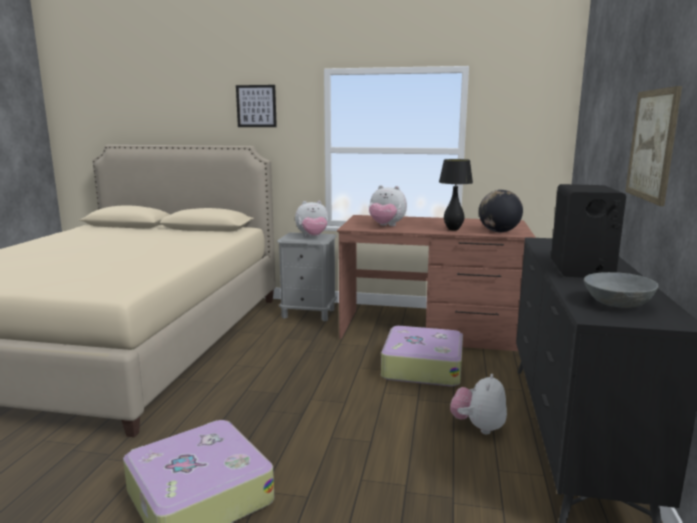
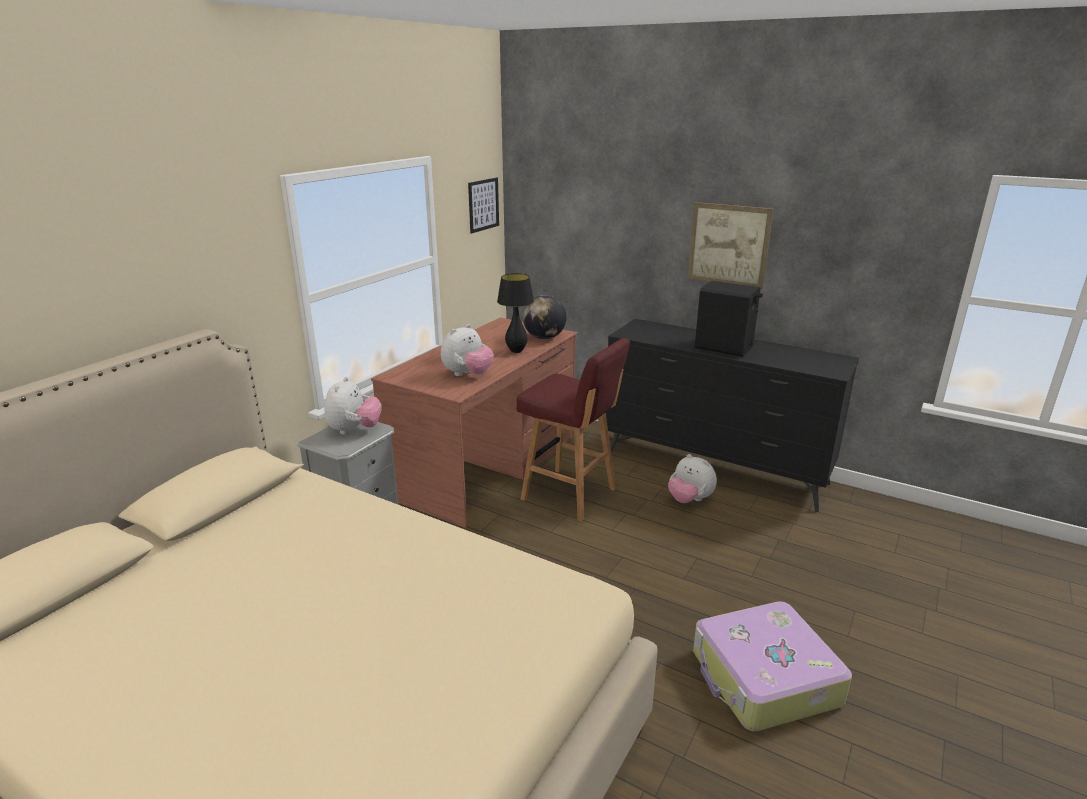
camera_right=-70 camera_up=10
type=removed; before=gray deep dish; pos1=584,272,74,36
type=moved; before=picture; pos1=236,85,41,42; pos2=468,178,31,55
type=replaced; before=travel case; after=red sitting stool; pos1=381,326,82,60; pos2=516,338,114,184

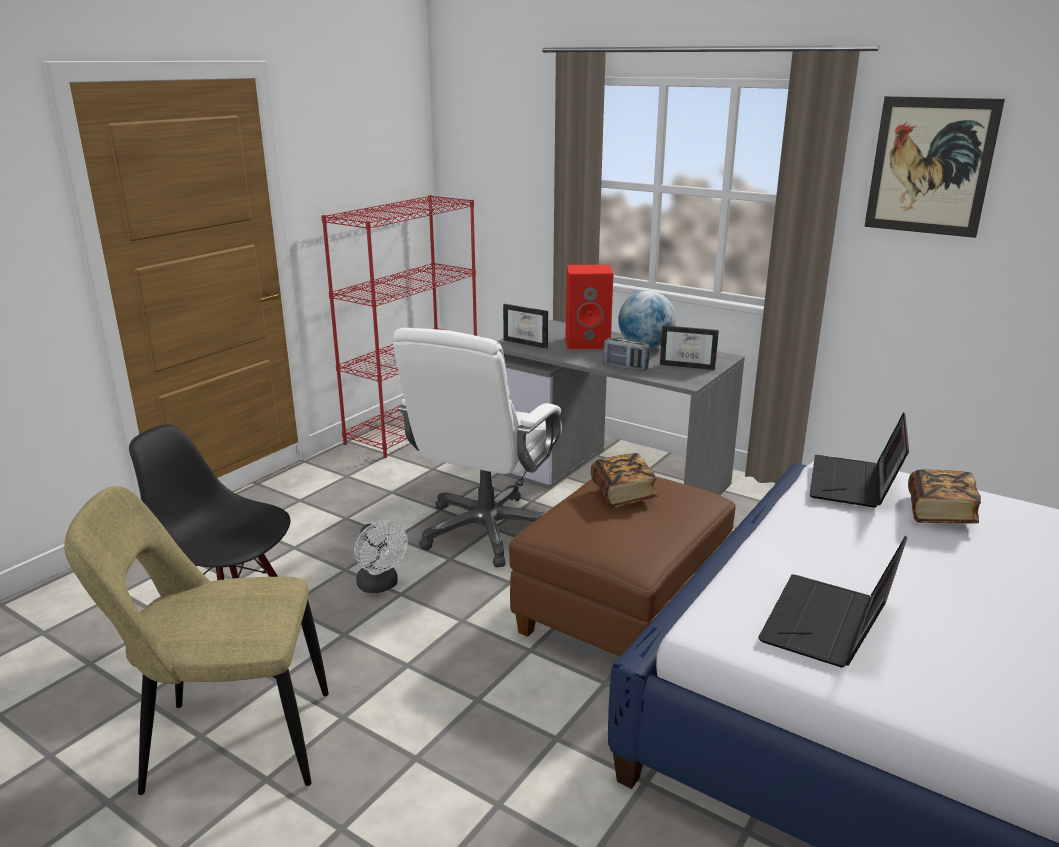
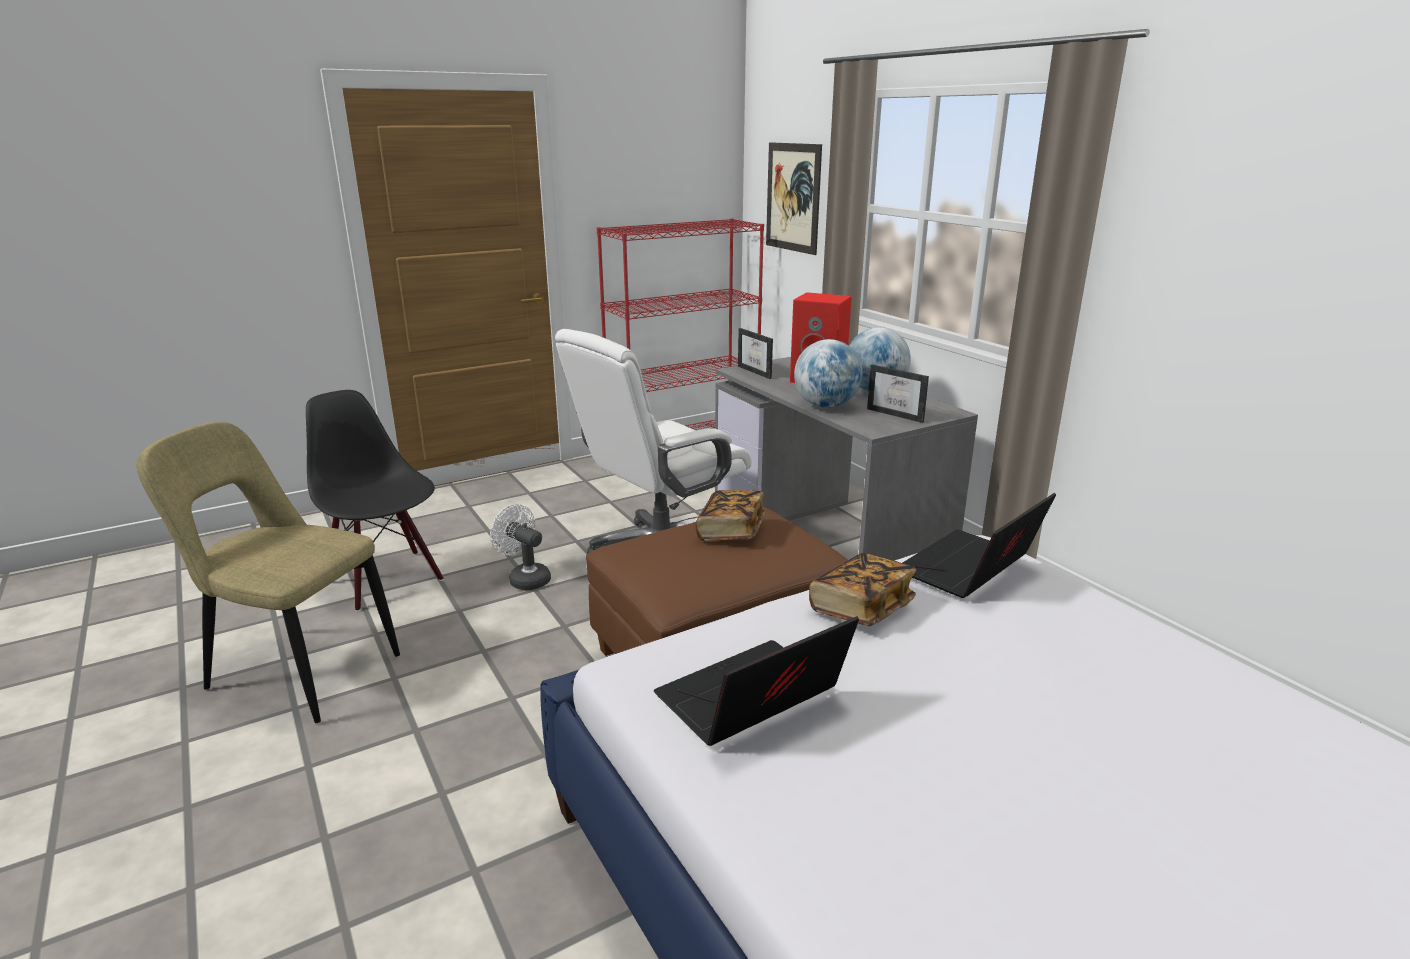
camera_right=25 camera_up=0
type=moved; before=picture; pos1=864,96,141,142; pos2=766,142,56,113
type=moved; before=bound book; pos1=908,469,73,54; pos2=809,553,107,73
type=replaced; before=radio receiver; after=globe; pos1=603,338,47,33; pos2=794,339,69,69
type=turned; before=white cooling fan; pos1=355,521,53,72; pos2=490,504,61,86; turn=135

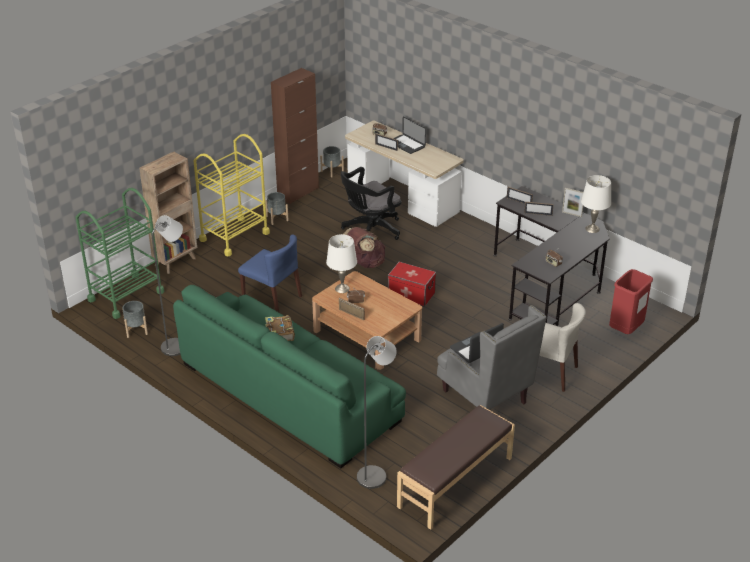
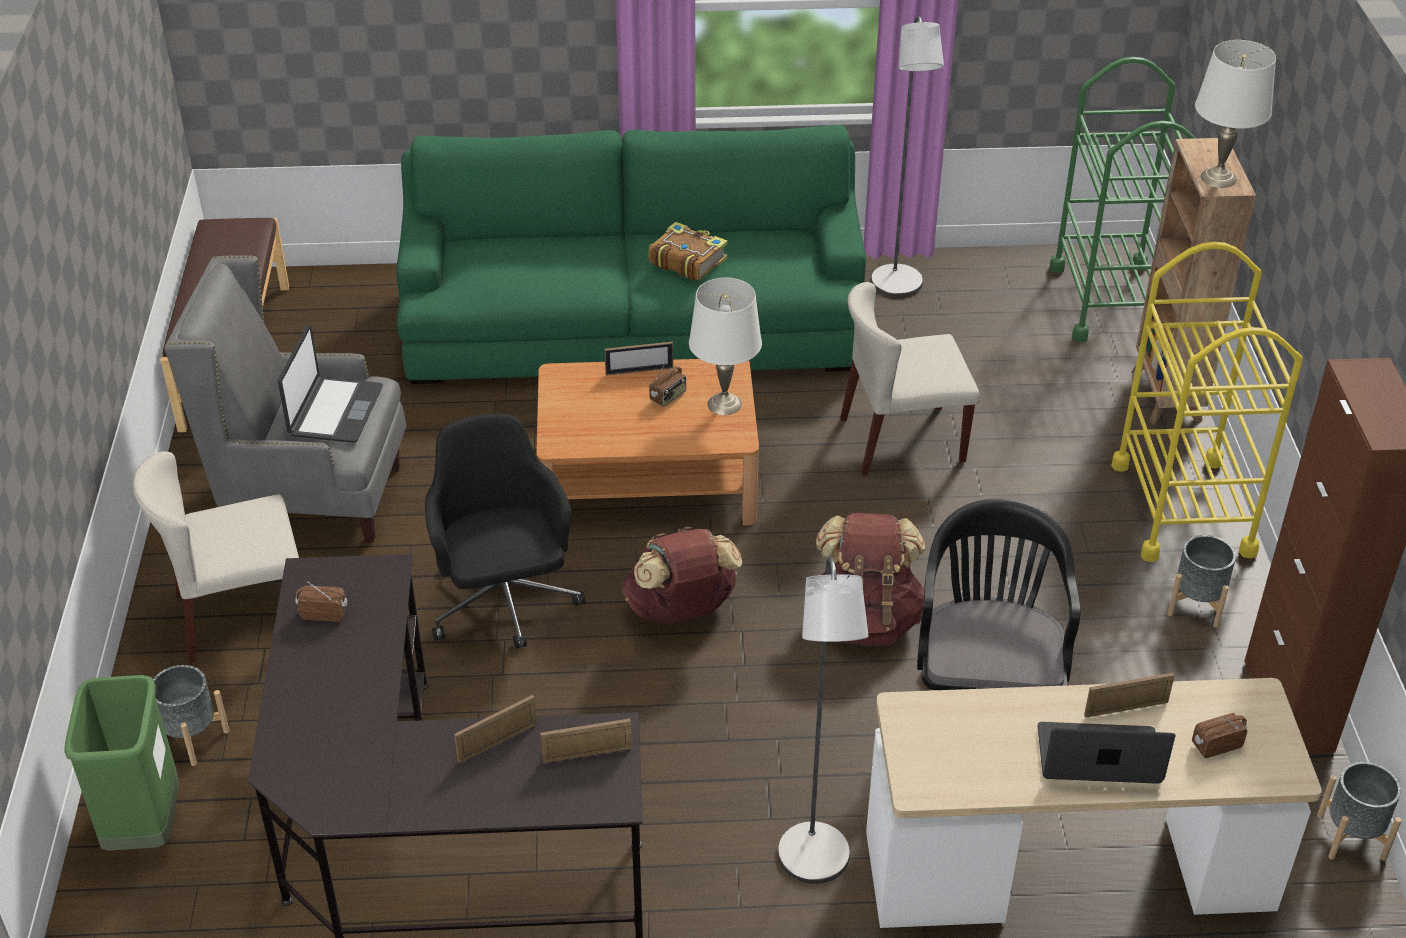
camera_right=135 camera_up=5
type=removed; before=photo frame; pos1=562,188,21,29
type=added; after=black-coloured office chair; pos2=425,413,160,236
type=moved; before=gray flower pot; pos1=122,301,26,37; pos2=153,665,77,101
type=moved; before=gray standing lamp; pos1=357,336,40,153; pos2=778,556,90,328
type=moved; before=white lamp for a table; pos1=581,175,30,58; pos2=1195,40,81,148
type=replaced; before=storage container; after=brownish knapsack; pos1=388,261,48,46; pos2=622,526,121,99
type=recoloured; before=bluish plain chair; after=sand-coloured plain chair; pos1=238,235,64,77; pos2=840,282,140,194
type=recoloured; before=red trash can; after=greenish trash can; pos1=609,269,44,65; pos2=64,675,115,176

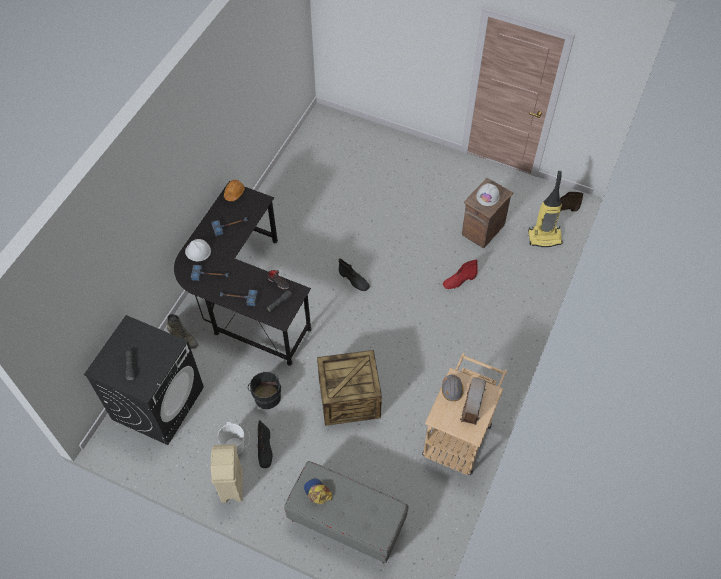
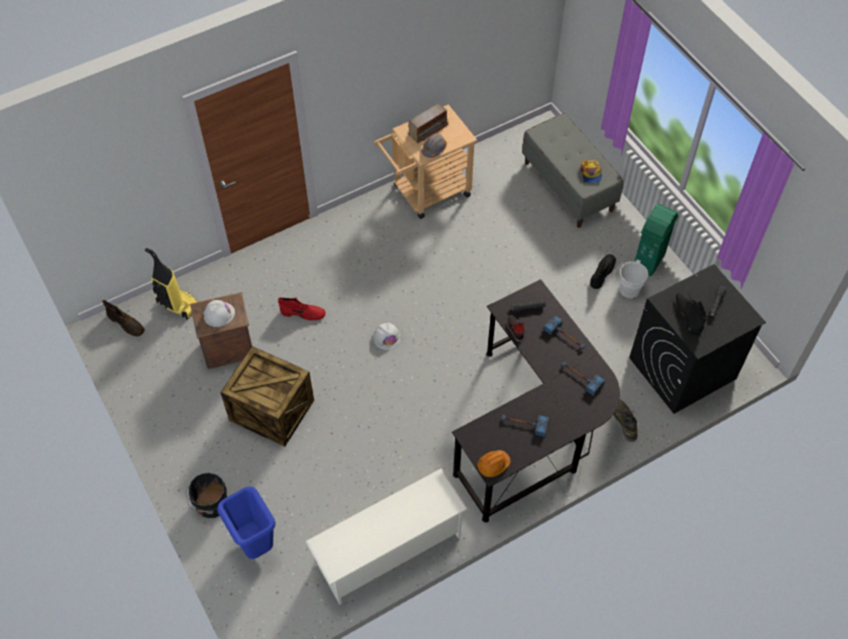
camera_right=-145 camera_up=0
type=added; after=bluish trash can; pos2=217,486,59,73
type=added; after=white shoe rack; pos2=305,468,163,137
type=moved; before=white safety helmet; pos1=185,239,26,22; pos2=373,323,28,27
type=moved; before=black-coloured bucket; pos1=248,372,33,37; pos2=186,473,41,45
type=moved; before=crate; pos1=317,350,65,76; pos2=220,346,94,101
type=moved; before=black-coloured boot; pos1=339,258,31,33; pos2=676,291,31,45
type=recoloured; before=sand-coloured trash can; after=greenish trash can; pos1=211,444,32,59; pos2=634,204,45,72

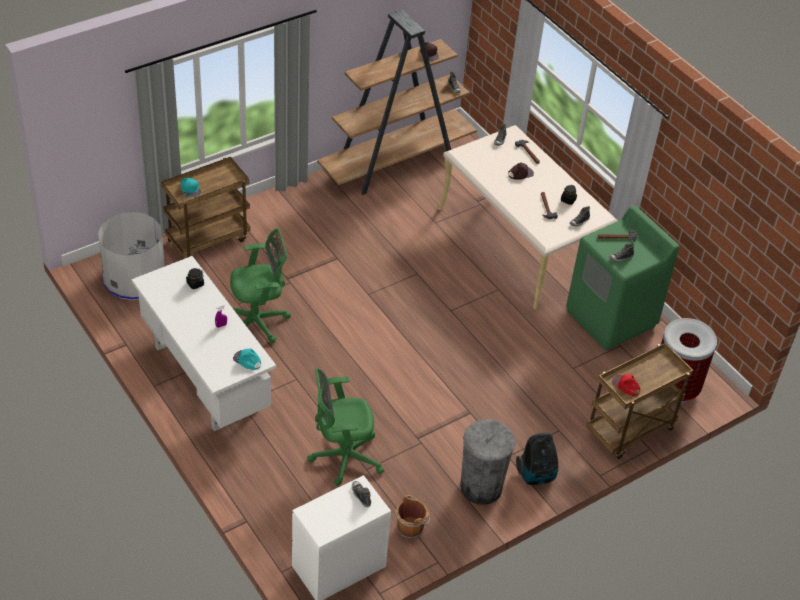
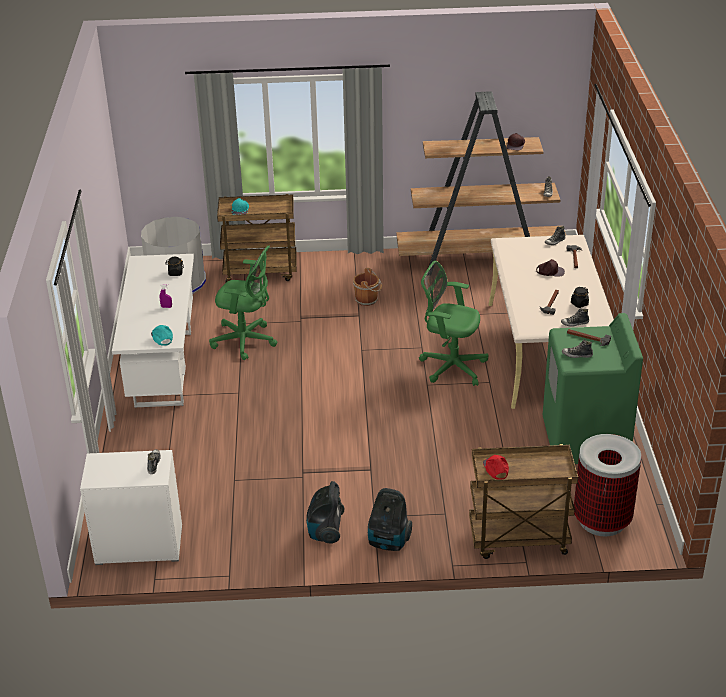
camera_right=35 camera_up=-10
type=moved; before=greenish office chair; pos1=307,368,77,118; pos2=419,261,69,125
type=moved; before=brownish bucket; pos1=395,495,35,44; pos2=353,268,29,38
type=replaced; before=gray trash can; after=hoover; pos1=460,419,56,86; pos2=306,481,38,63

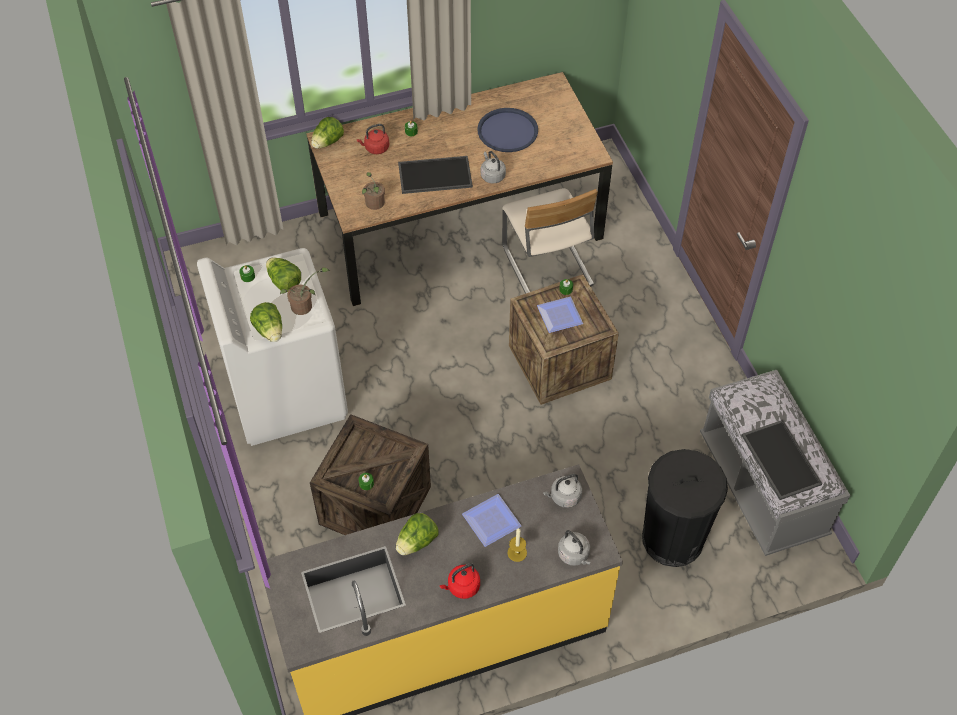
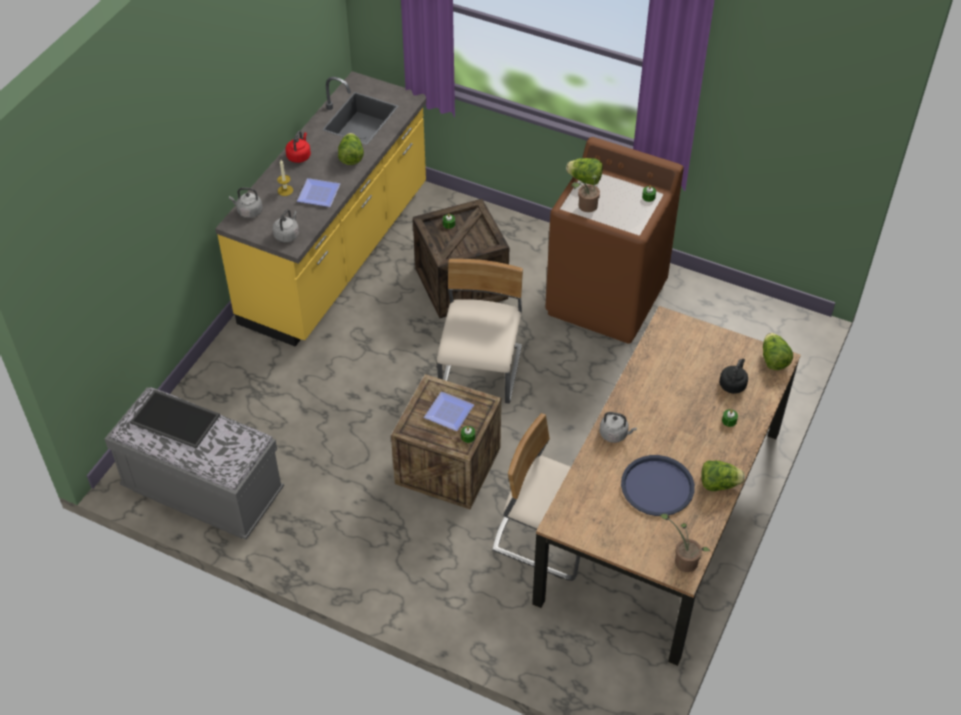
camera_right=135 camera_up=-5
type=removed; before=serving tray; pos1=398,156,75,38
type=removed; before=black-coloured trash can; pos1=642,449,86,118
type=added; after=sand-coloured plain chair; pos2=437,259,86,145
type=moved; before=lettuce; pos1=266,257,35,35; pos2=701,460,44,31
type=moved; before=plant in a pot; pos1=362,172,23,38; pos2=659,514,51,58
type=recoloured; before=white laundry appliance; after=brownish laundry appliance; pos1=197,248,151,198; pos2=545,137,139,207
type=recoloured; before=red tea kettle; after=black-coloured tea kettle; pos1=357,124,32,30; pos2=719,359,29,35

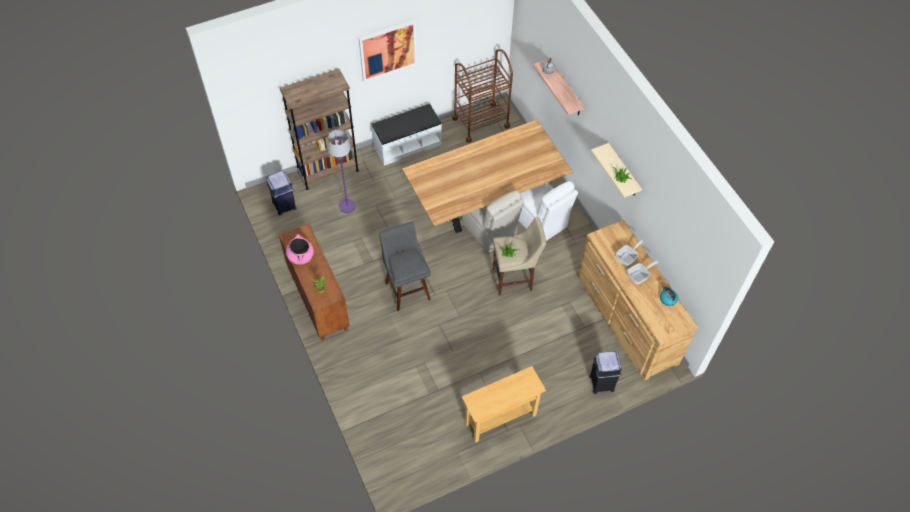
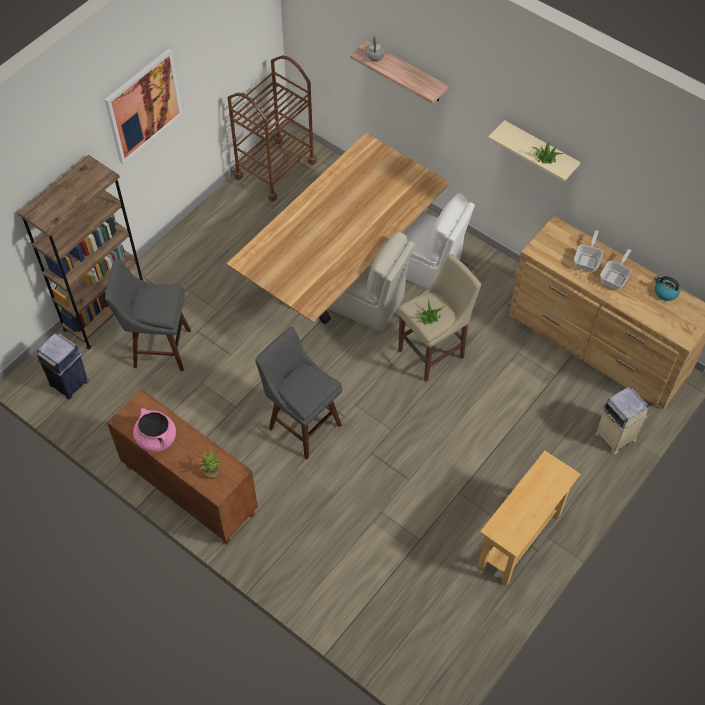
camera_right=-25 camera_up=0
type=removed; before=white bench; pos1=371,104,71,62
type=replaced; before=purple standing lamp; after=gray sitting stool; pos1=327,130,29,83; pos2=105,259,86,112
type=recoloured; before=black-coloured trash can; after=sand-coloured trash can; pos1=590,351,32,43; pos2=596,387,52,68

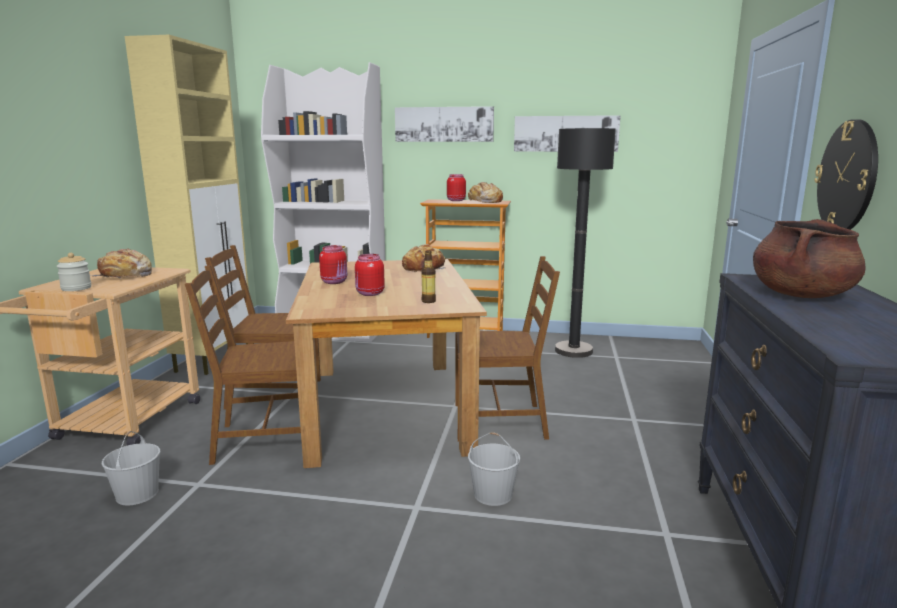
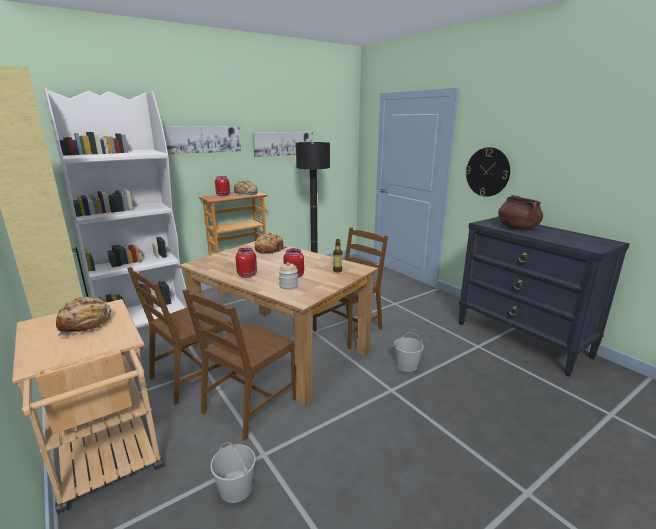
camera_right=-45 camera_up=5
type=moved; before=preserve jar; pos1=57,253,35,38; pos2=279,262,19,28

